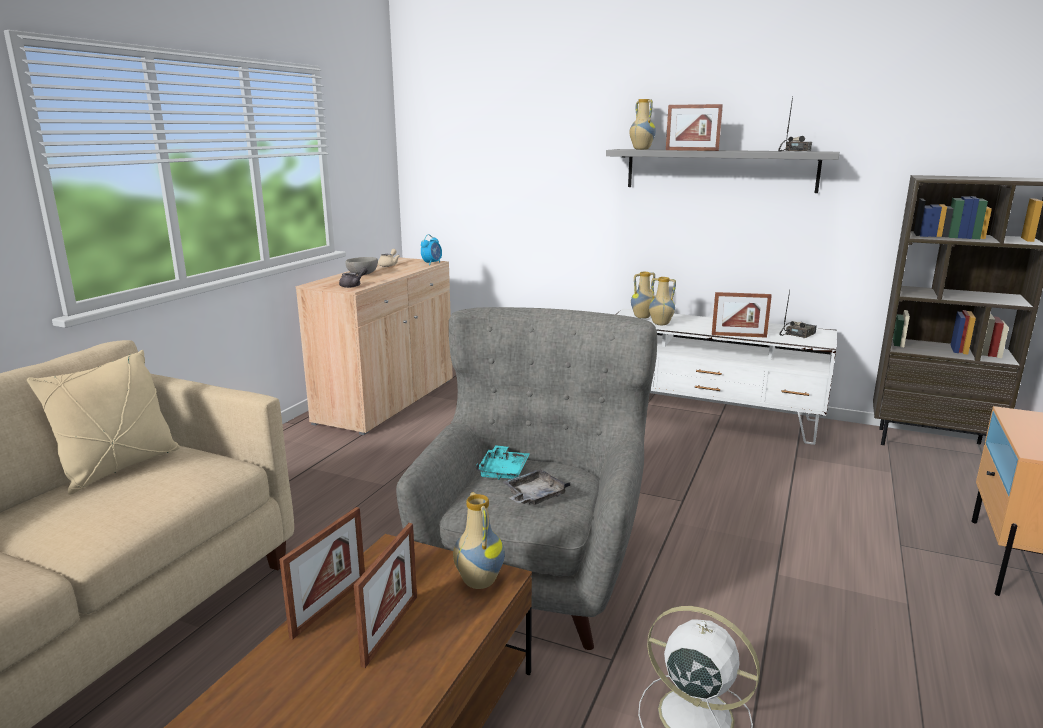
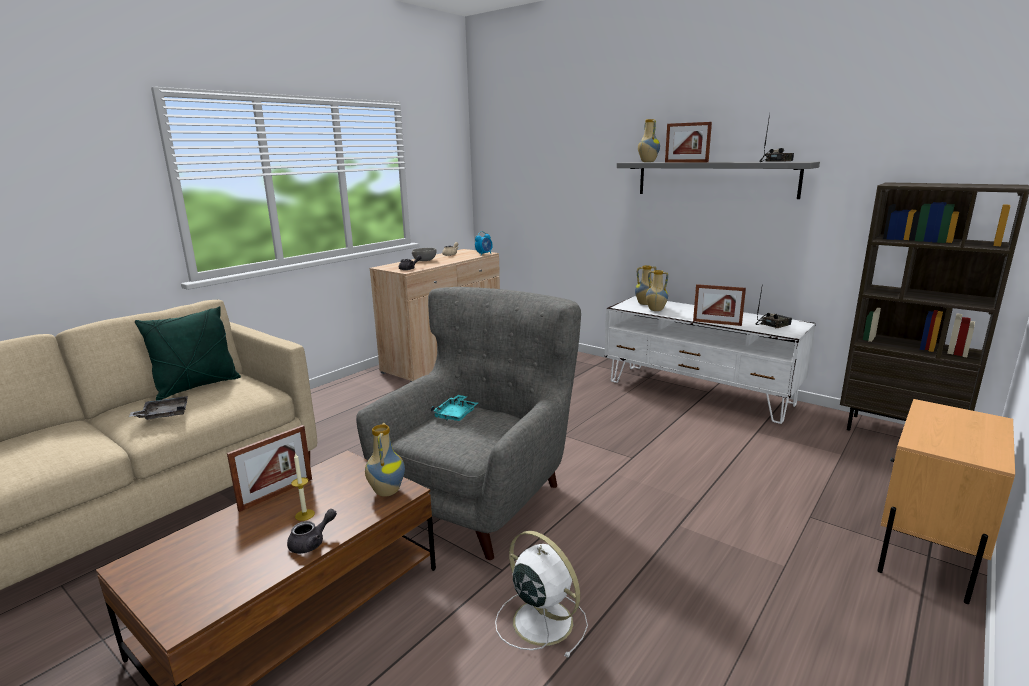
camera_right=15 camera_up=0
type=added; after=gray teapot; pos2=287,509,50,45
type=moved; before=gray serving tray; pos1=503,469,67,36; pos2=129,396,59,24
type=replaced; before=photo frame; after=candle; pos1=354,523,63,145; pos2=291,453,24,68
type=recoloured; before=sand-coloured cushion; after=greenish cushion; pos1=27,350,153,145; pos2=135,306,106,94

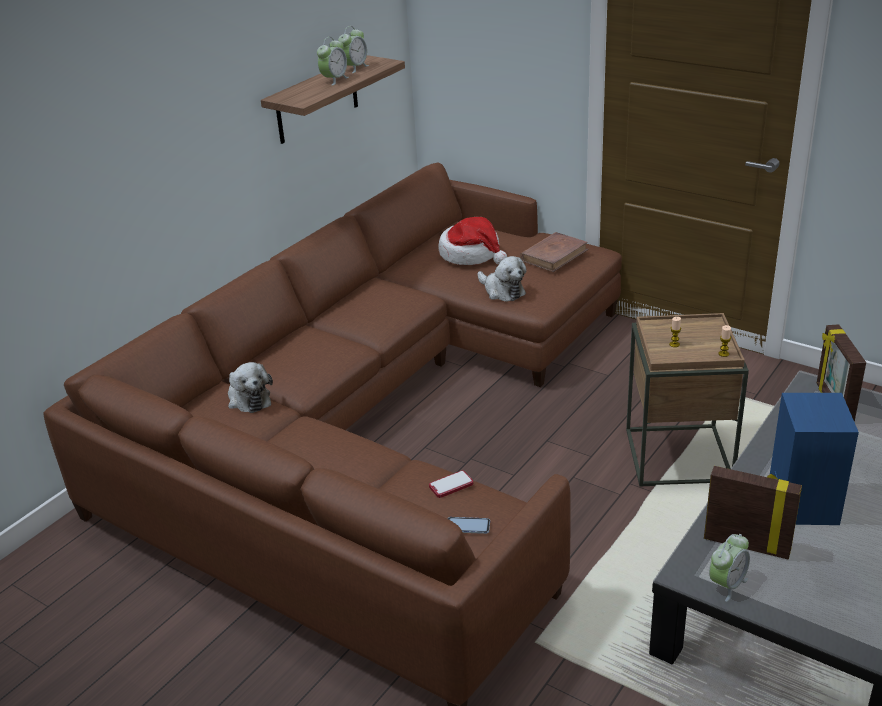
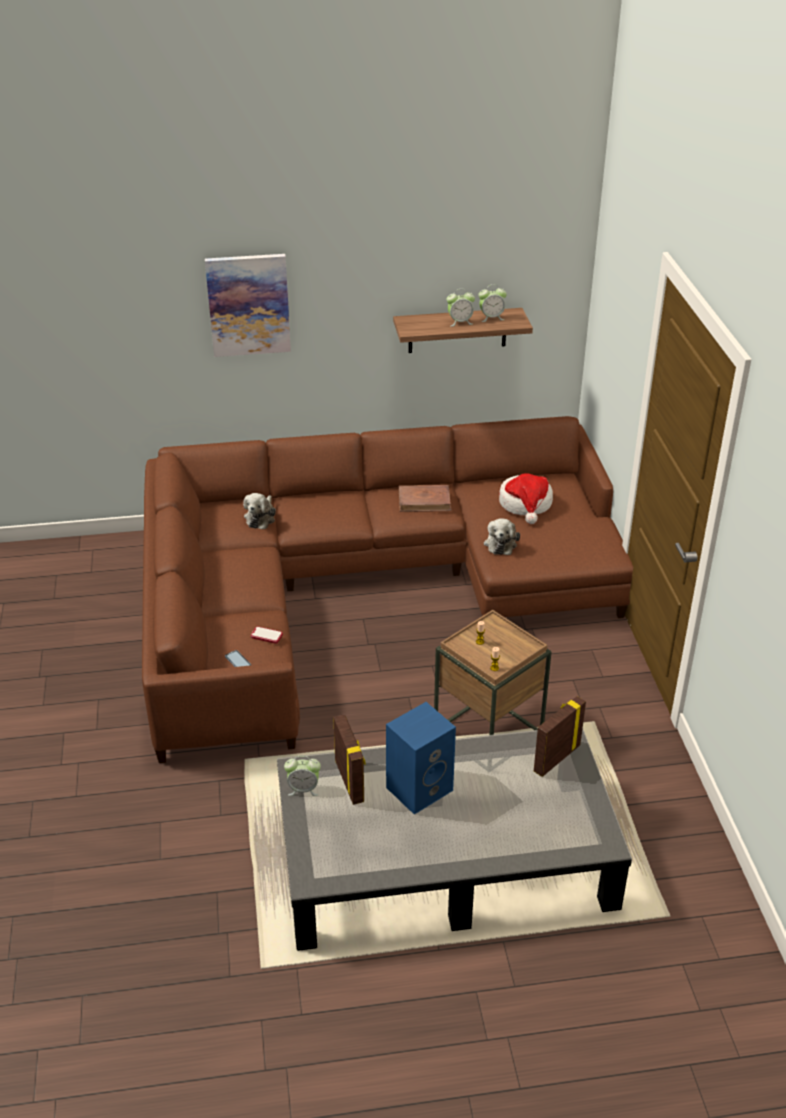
camera_right=45 camera_up=5
type=added; after=picture; pos2=205,254,86,103
type=moved; before=brownish bound book; pos1=520,232,69,40; pos2=399,485,53,27

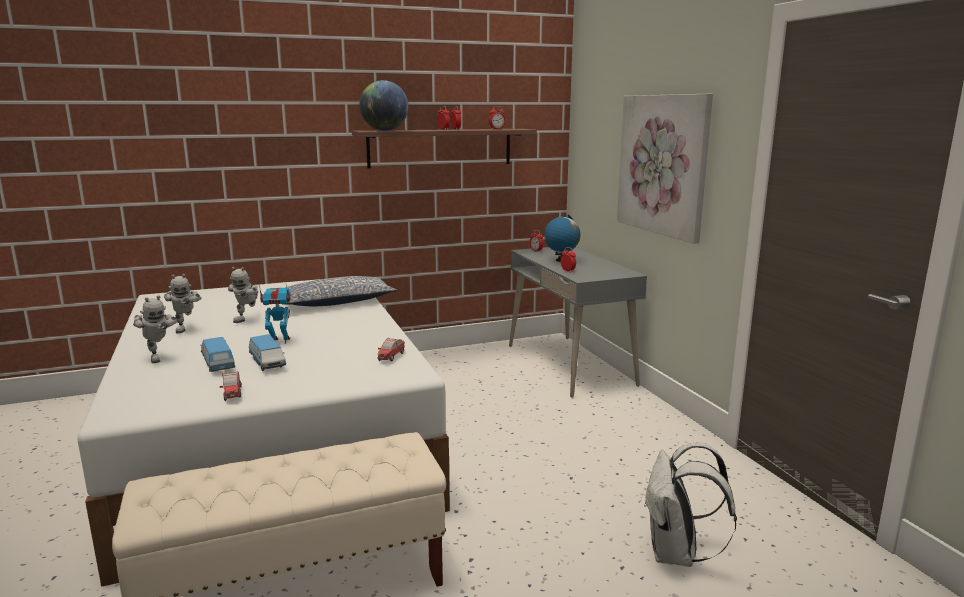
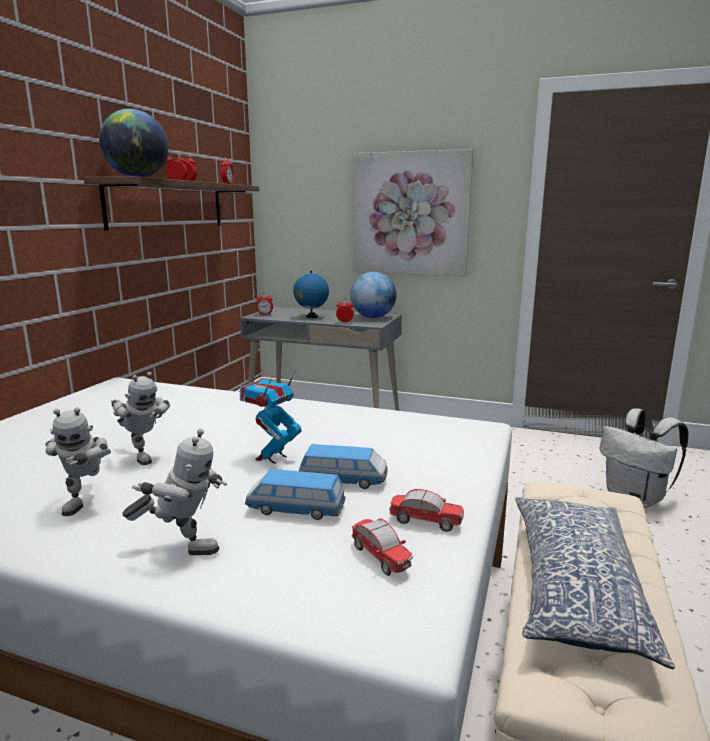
camera_right=-50 camera_up=0
type=added; after=globe; pos2=350,272,46,46
type=moved; before=cushion; pos1=285,276,112,30; pos2=515,497,160,173
type=moved; before=toy car; pos1=377,338,28,24; pos2=351,519,62,57
type=turned; before=toy robot; pos1=164,274,37,59; pos2=45,407,66,109; turn=60

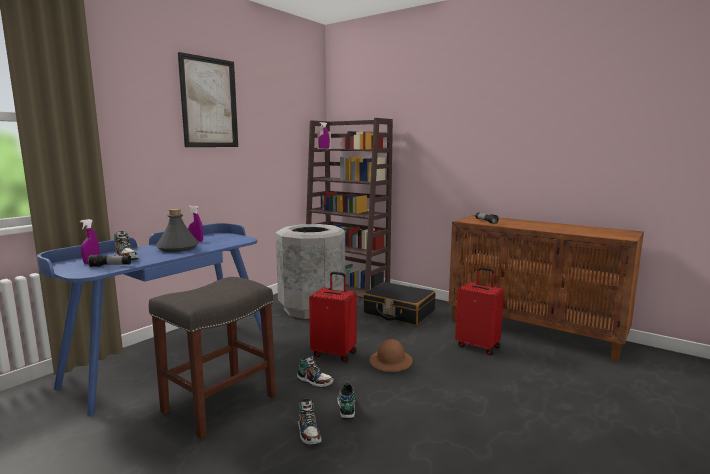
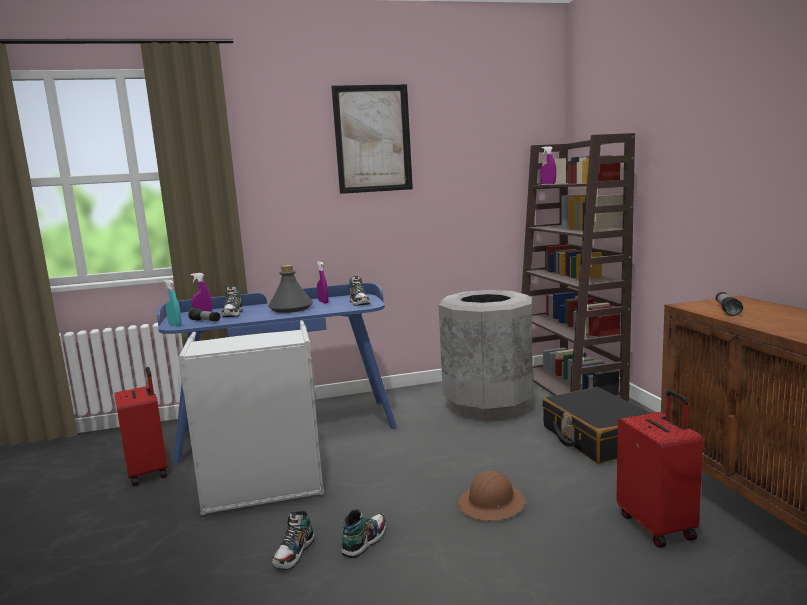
camera_right=40 camera_up=0
type=added; after=turquoise-coloured hand sprayer; pos2=164,280,18,47
type=moved; before=low shoe; pos1=297,355,36,33; pos2=349,276,22,30
type=moved; before=red travel case; pos1=309,272,48,90; pos2=114,367,54,119
type=replaced; before=gray sitting stool; after=gray hamper; pos1=149,277,127,162; pos2=178,320,146,195

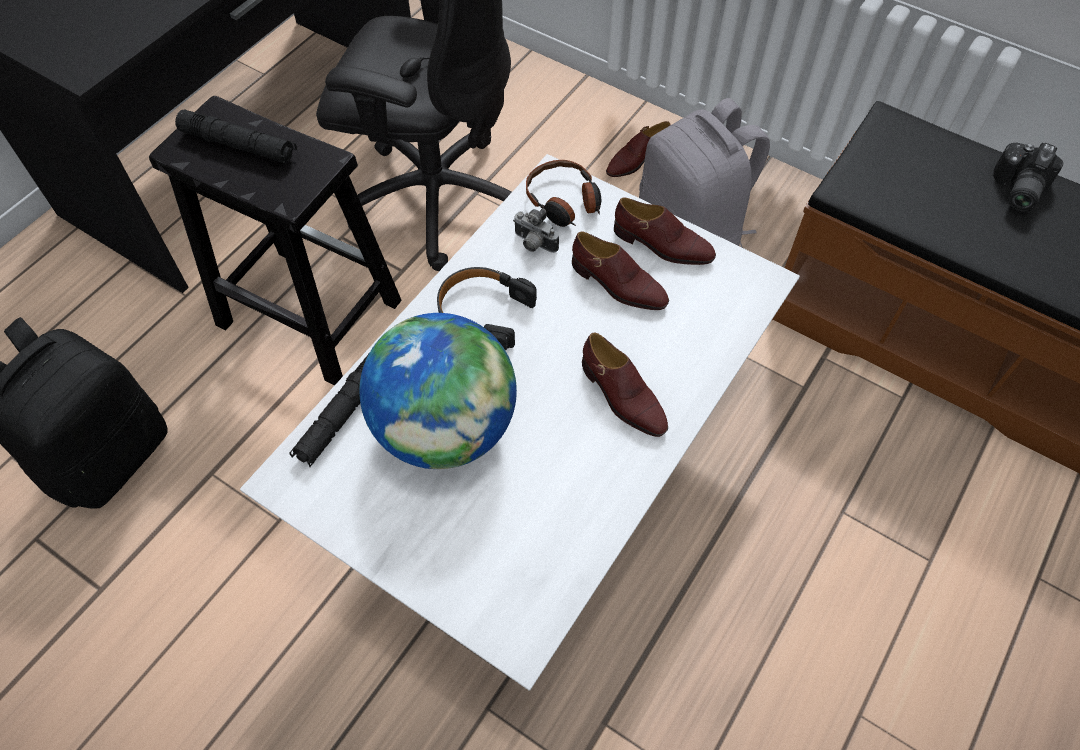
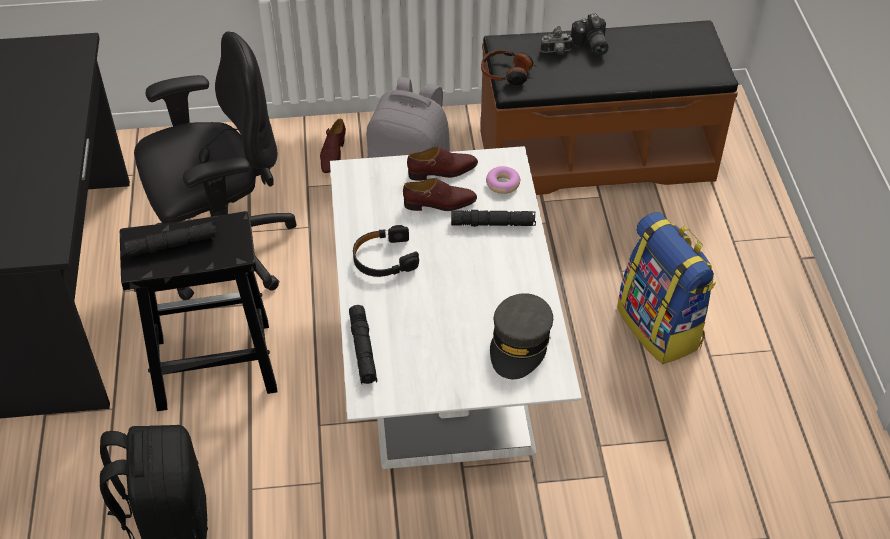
camera_right=-40 camera_up=-10
type=removed; before=globe; pos1=359,313,158,156
type=removed; before=brownish low shoe; pos1=582,333,86,104
type=added; after=black-coloured hand torch; pos2=451,210,85,17
type=added; after=donut; pos2=486,166,35,28
type=added; after=gray cap; pos2=490,293,63,86
type=added; after=knapsack; pos2=617,212,99,152
type=moved; before=still camera; pos1=513,208,46,45; pos2=541,26,32,28
type=moved; before=headphones; pos1=526,160,75,67; pos2=481,50,56,35

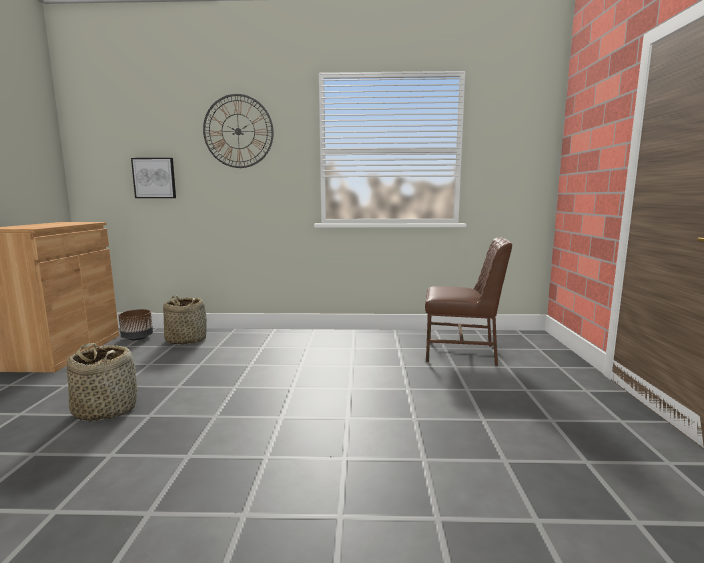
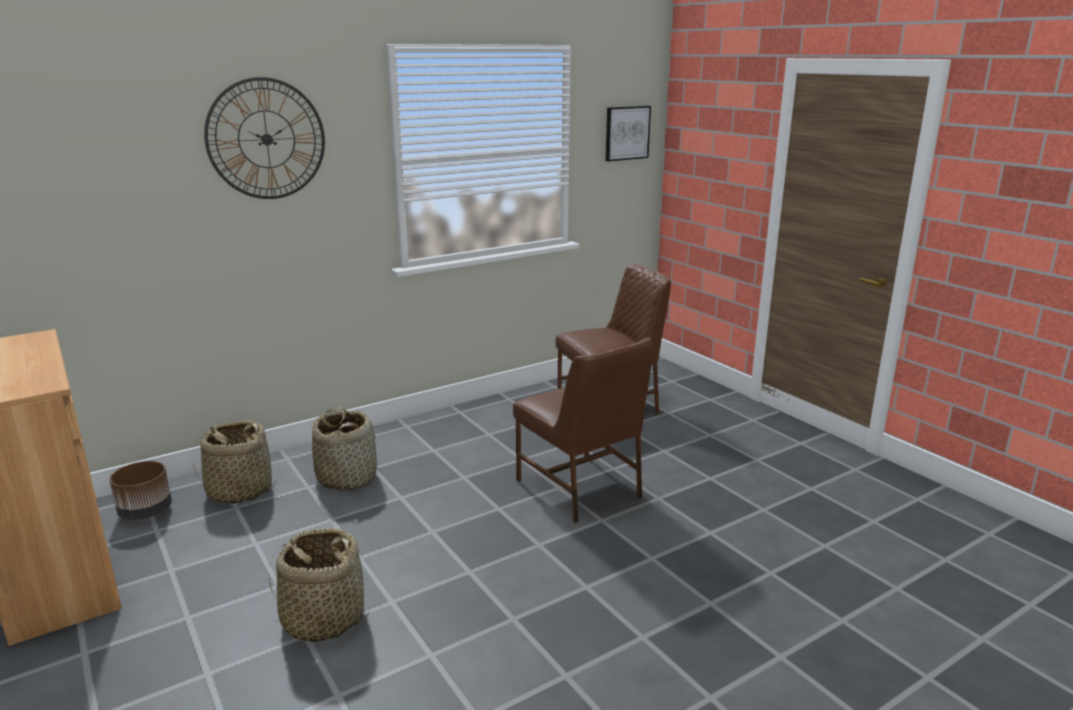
camera_right=-35 camera_up=10
type=added; after=storage basket; pos2=312,407,65,84
type=added; after=brownish plain chair; pos2=513,338,140,185
type=moved; before=picture; pos1=131,158,45,40; pos2=605,106,46,56

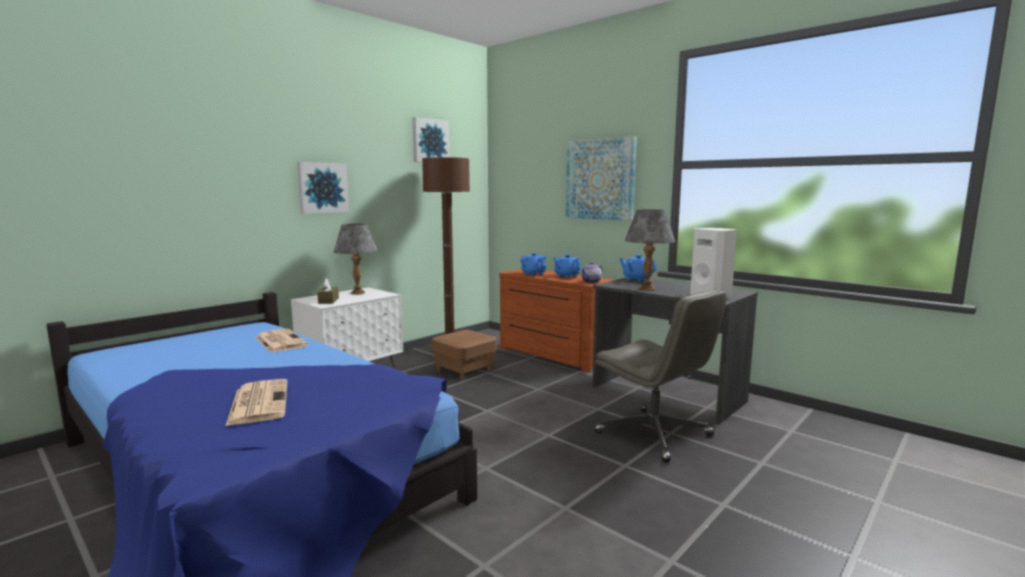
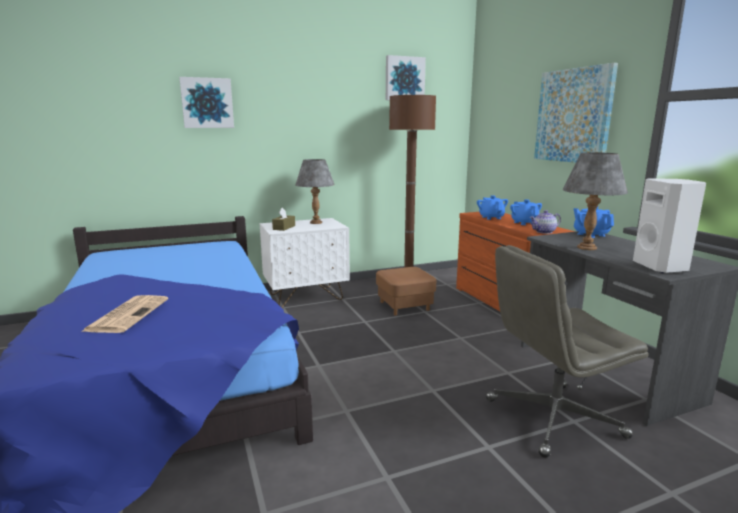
camera_right=25 camera_up=5
type=removed; before=daily paper; pos1=255,329,53,24
type=moved; before=picture; pos1=297,162,52,52; pos2=179,77,55,51
type=turned; before=gray office chair; pos1=594,290,133,172; pos2=486,245,162,213; turn=90

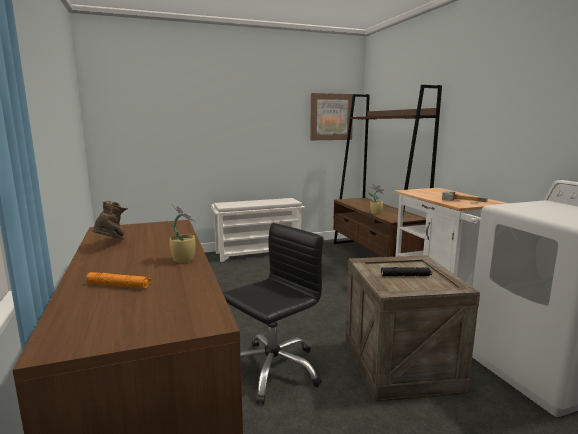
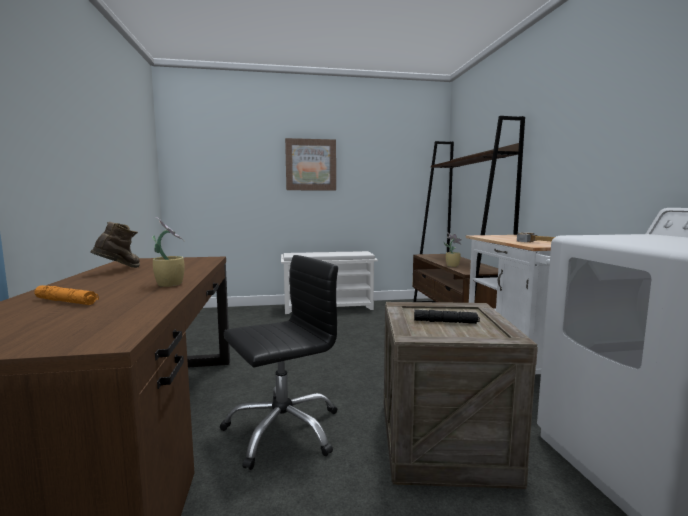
camera_right=10 camera_up=-5
type=moved; before=picture; pos1=310,93,43,47; pos2=285,138,51,53

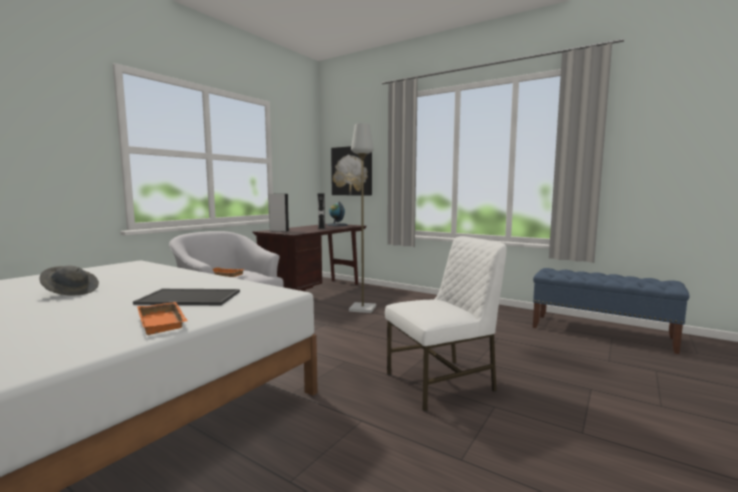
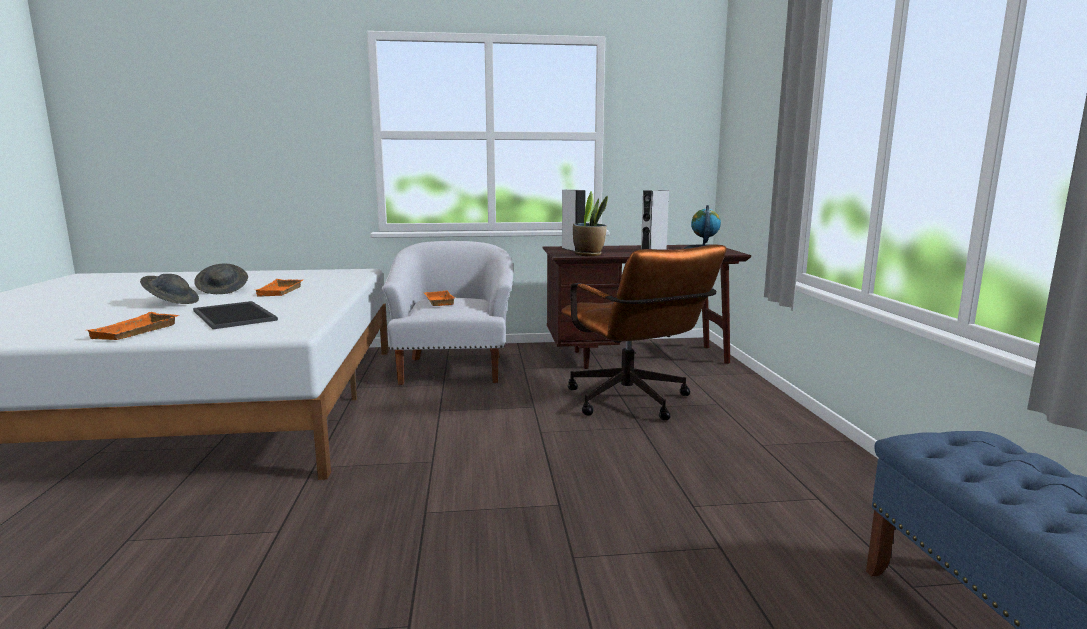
camera_right=50 camera_up=5
type=removed; before=picture; pos1=331,146,41,50
type=removed; before=white plain chair; pos1=385,236,122,176
type=added; after=gray clothing hat; pos2=140,274,59,30
type=added; after=orange-coloured serving tray; pos2=256,279,47,18
type=added; after=plant in a pot; pos2=573,191,35,65
type=replaced; before=gray standing lamp; after=brownish office chair; pos1=349,123,27,190; pos2=561,245,165,175

